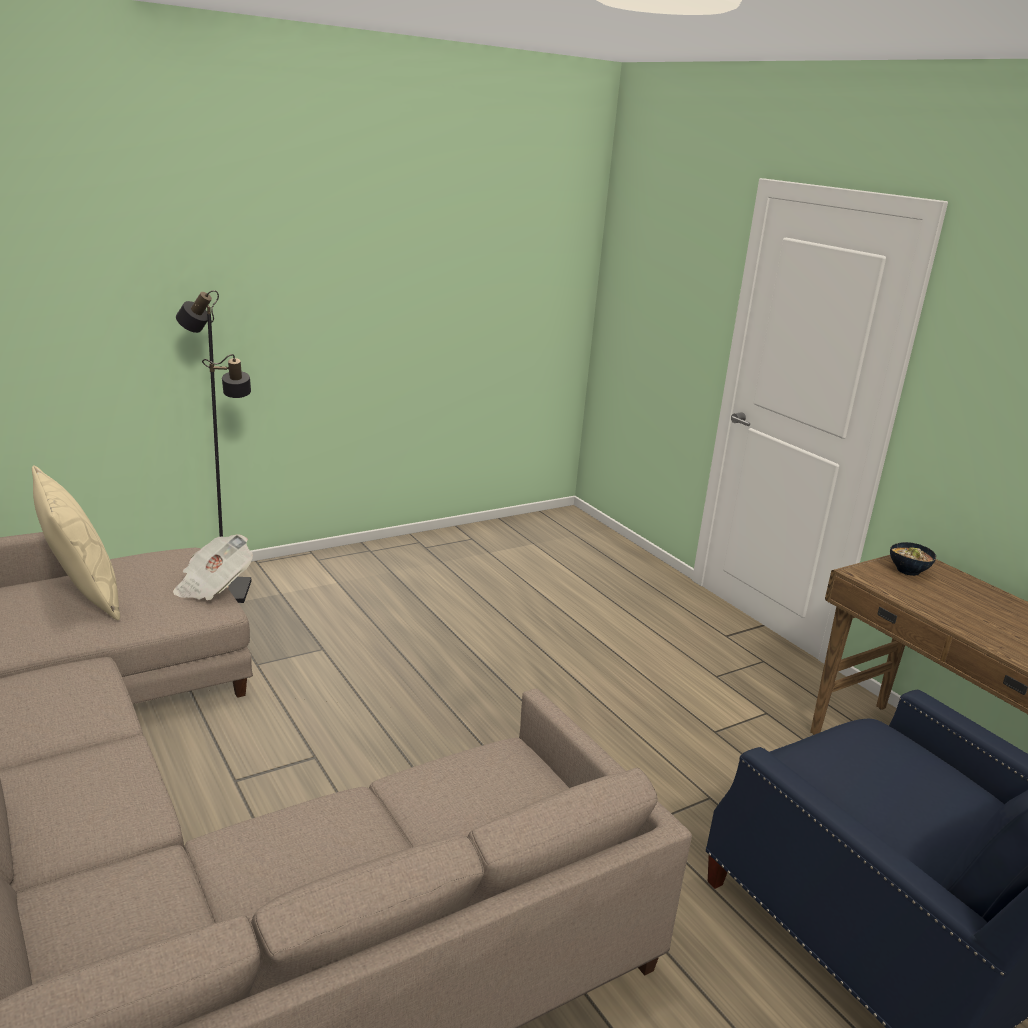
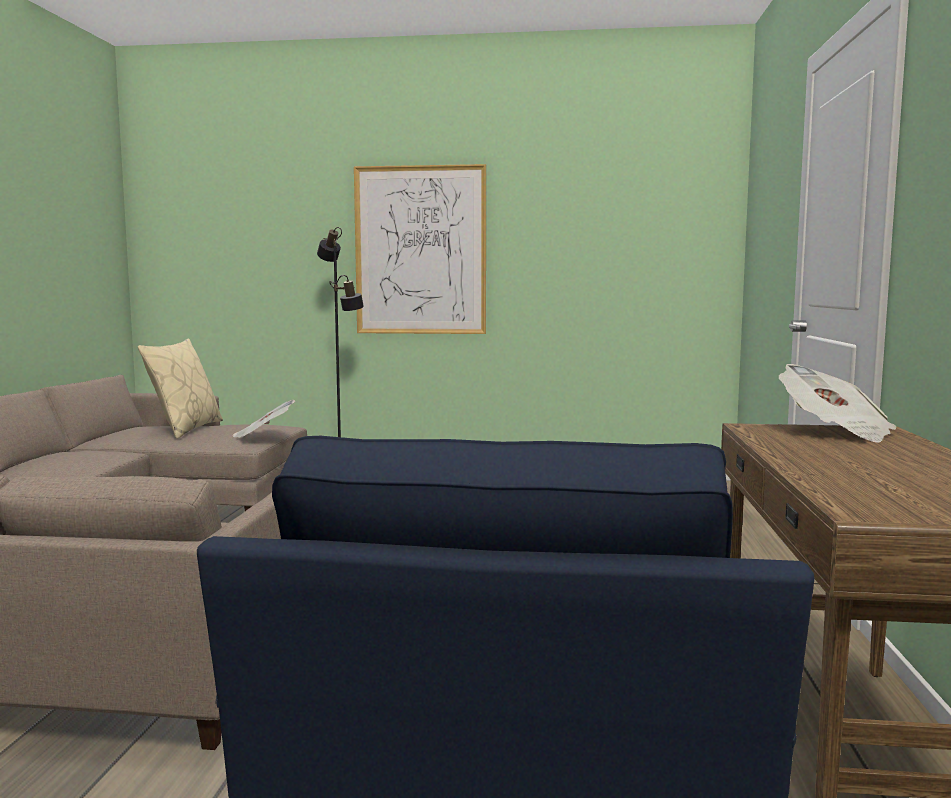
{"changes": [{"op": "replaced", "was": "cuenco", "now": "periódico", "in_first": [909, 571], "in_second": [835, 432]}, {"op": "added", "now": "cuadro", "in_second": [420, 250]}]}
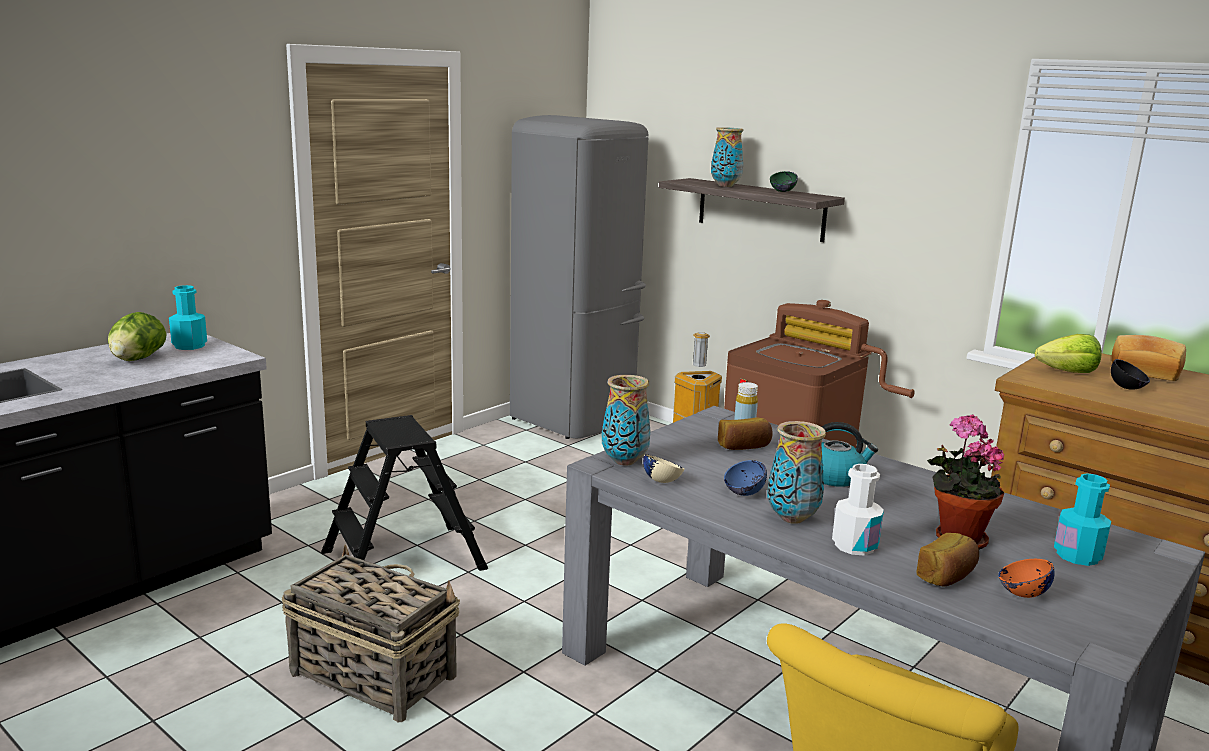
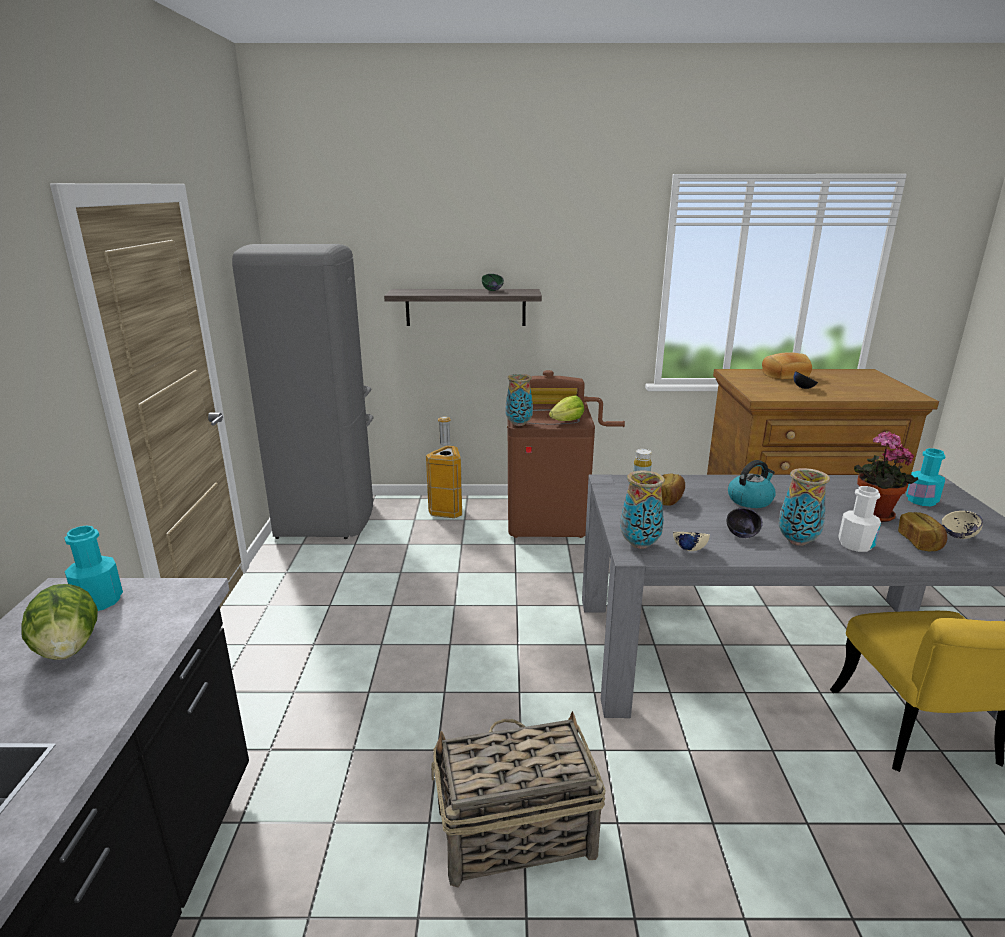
{"changes": [{"op": "removed", "was": "escalera de tijera/negro", "in_first": [404, 560]}, {"op": "moved", "was": "florero", "in_first": [725, 186], "in_second": [518, 424]}, {"op": "recoloured", "was": "cuenco/azul", "now": "cuenco/negro", "in_first": [743, 493], "in_second": [742, 535]}, {"op": "recoloured", "was": "cuenco/naranja", "now": "cuenco/beis", "in_first": [1022, 594], "in_second": [958, 536]}, {"op": "moved", "was": "lechuga", "in_first": [1068, 372], "in_second": [567, 421]}]}
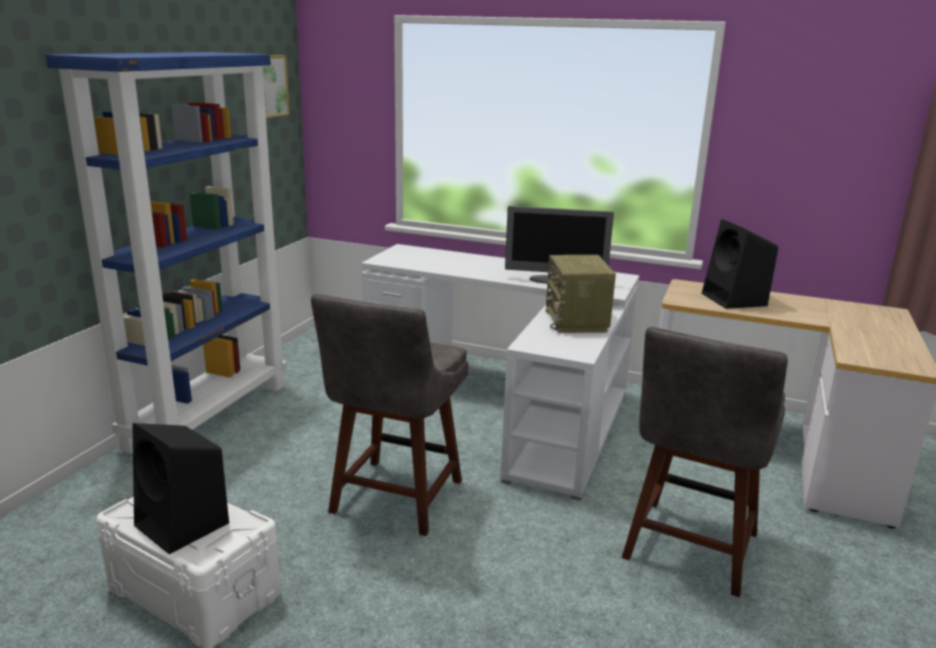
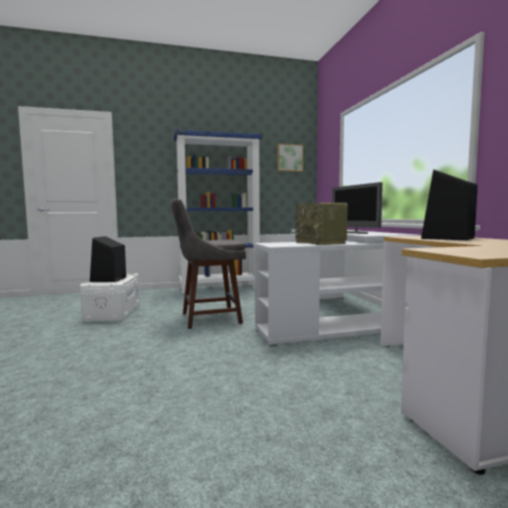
{"changes": [{"op": "turned", "was": "radio", "in_first": [577, 321], "in_second": [321, 243], "clockwise": -75}, {"op": "removed", "was": "taburete/gris", "in_first": [689, 549]}]}
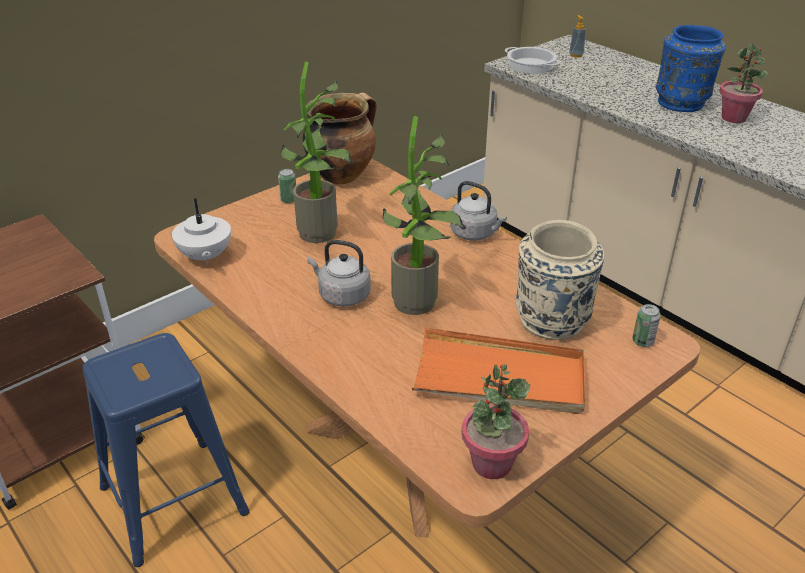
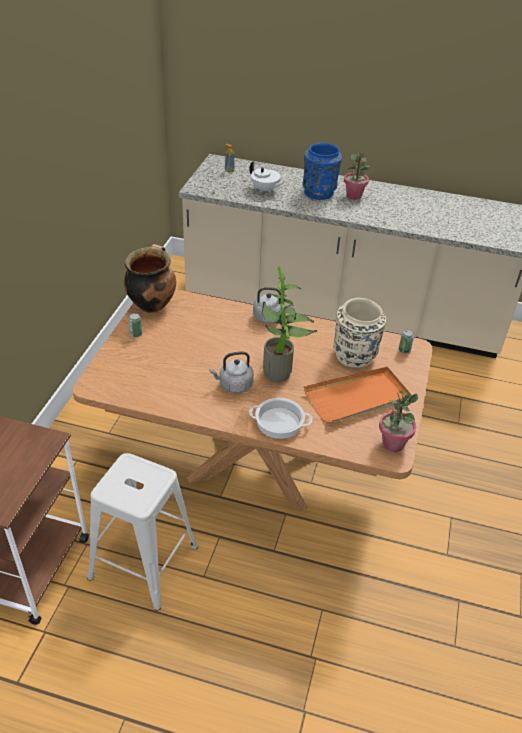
{"changes": [{"op": "recoloured", "was": "taburete/azul", "now": "taburete/blanco", "in_first": [173, 499], "in_second": [143, 562]}, {"op": "moved", "was": "tetera/blanco", "in_first": [205, 257], "in_second": [265, 190]}, {"op": "removed", "was": "planta en maceta", "in_first": [322, 235]}, {"op": "moved", "was": "olla", "in_first": [530, 65], "in_second": [279, 422]}]}
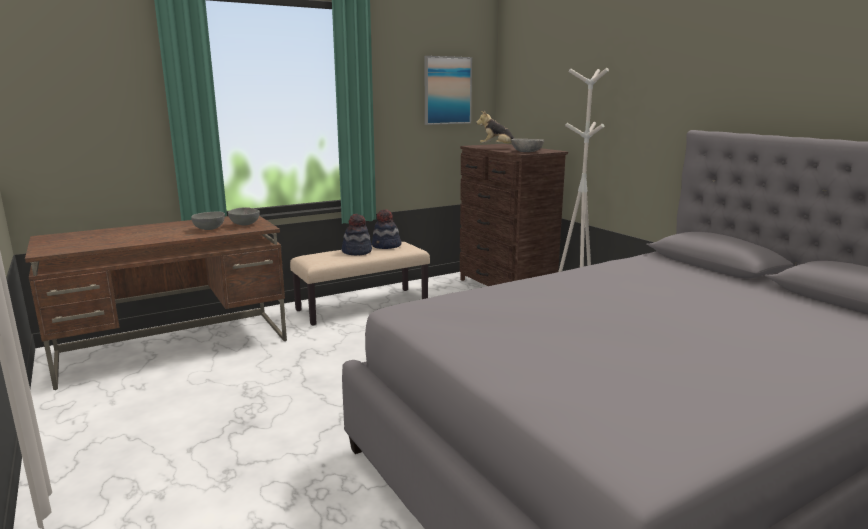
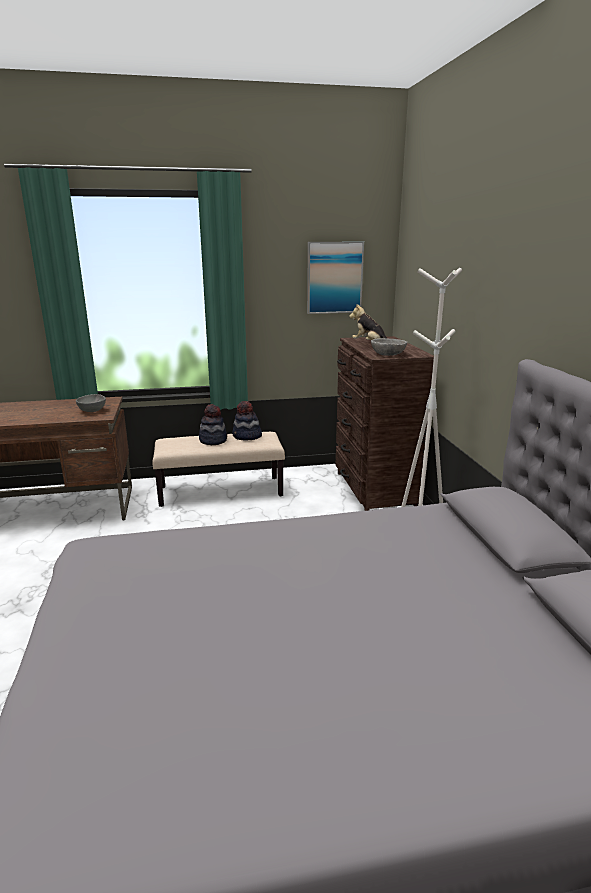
{"changes": [{"op": "removed", "was": "cuenco/gris", "in_first": [210, 229]}]}
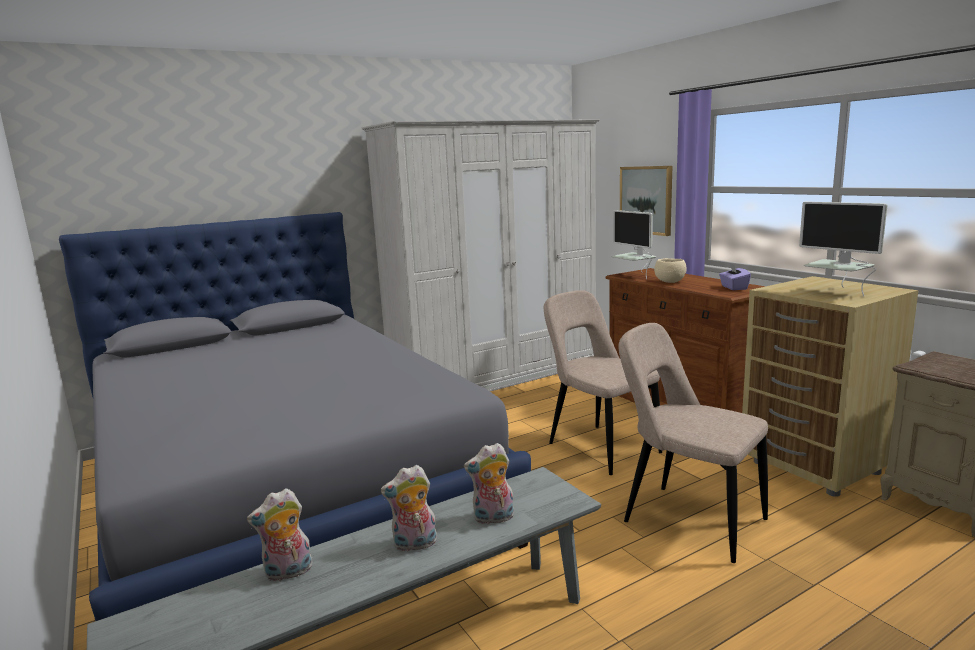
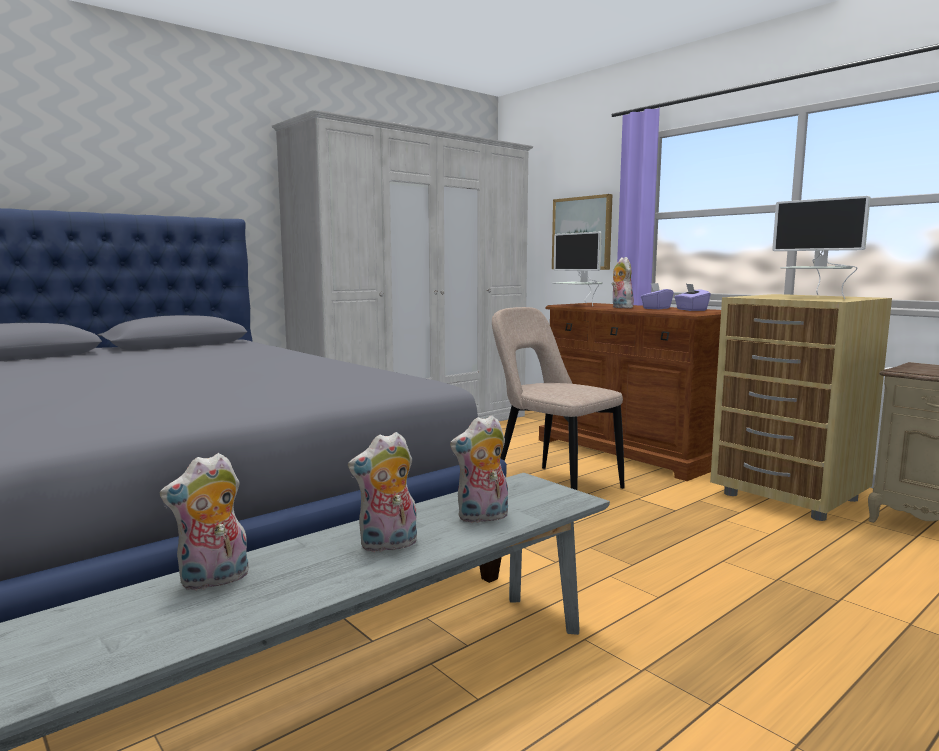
{"changes": [{"op": "removed", "was": "silla/beis", "in_first": [687, 519]}, {"op": "replaced", "was": "cuenco/beis", "now": "peluche", "in_first": [670, 282], "in_second": [620, 307]}, {"op": "added", "now": "caja de pañuelos/morado", "in_second": [656, 308]}]}
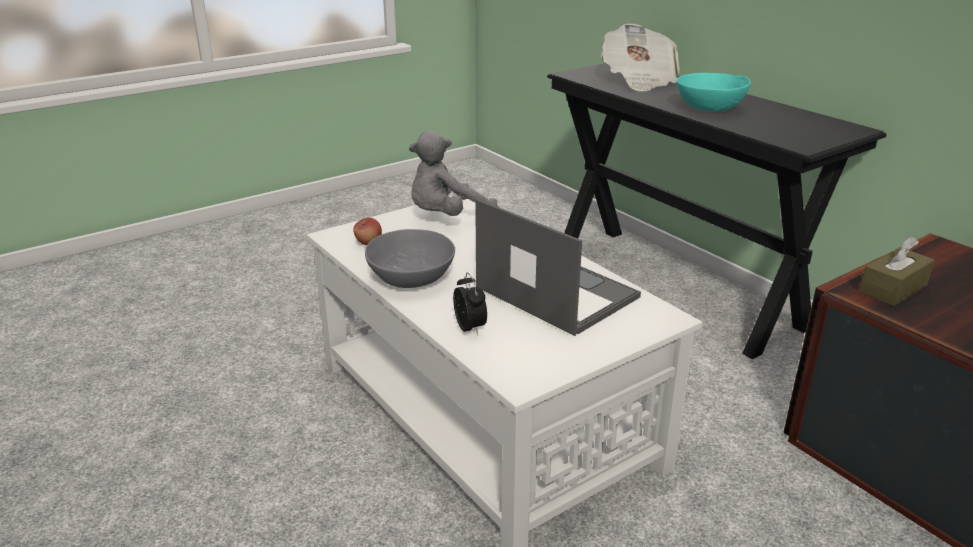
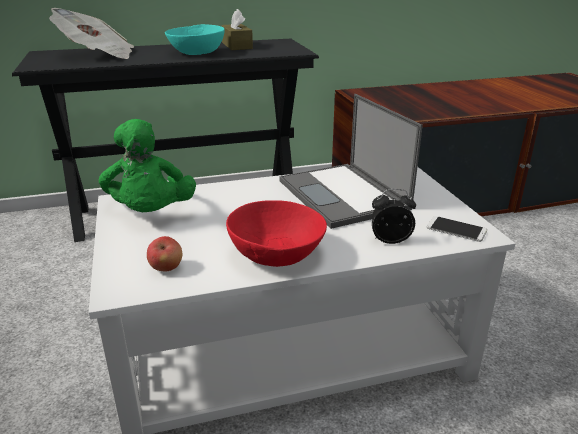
{"changes": [{"op": "recoloured", "was": "cuenco/gris", "now": "cuenco/rojo", "in_first": [412, 279], "in_second": [276, 254]}, {"op": "recoloured", "was": "peluche/gris", "now": "peluche/verde", "in_first": [447, 217], "in_second": [150, 213]}, {"op": "turned", "was": "portátil", "in_first": [554, 292], "in_second": [344, 195], "clockwise": -90}, {"op": "moved", "was": "caja de pañuelos/marrón", "in_first": [893, 289], "in_second": [237, 46]}, {"op": "added", "now": "móvil", "in_second": [456, 229]}]}
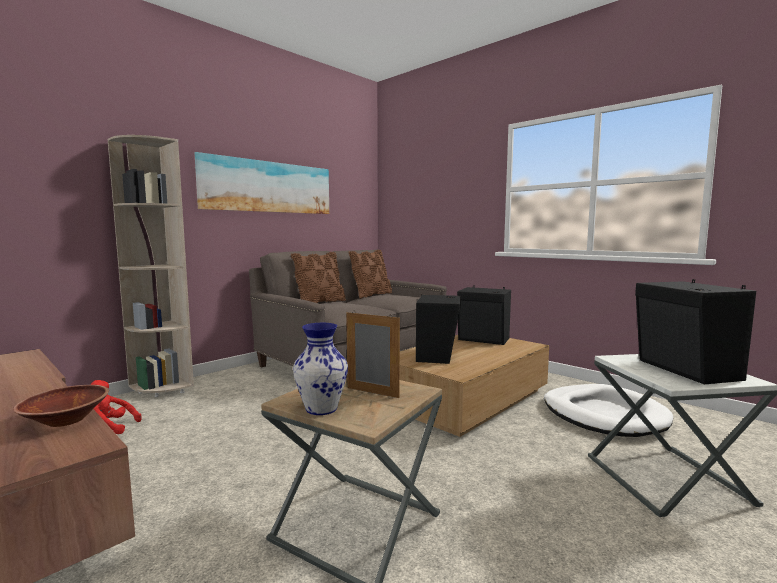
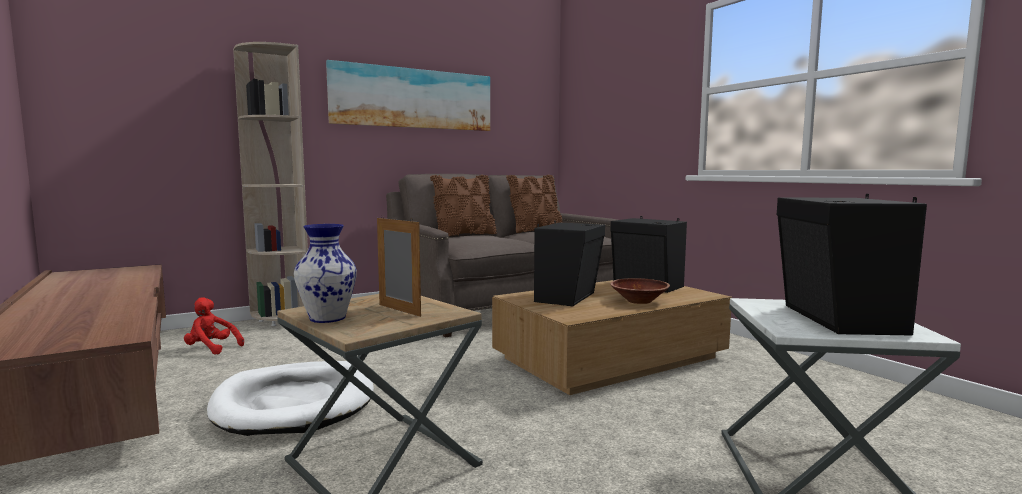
{"changes": [{"op": "moved", "was": "cuenco/marrón", "in_first": [66, 420], "in_second": [639, 301]}, {"op": "moved", "was": "cama para perro/blanco", "in_first": [603, 414], "in_second": [295, 403]}]}
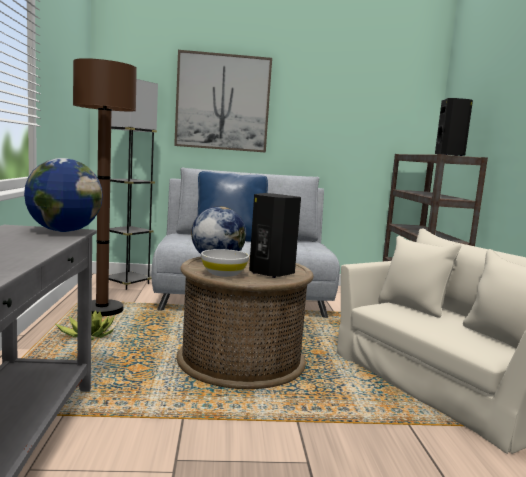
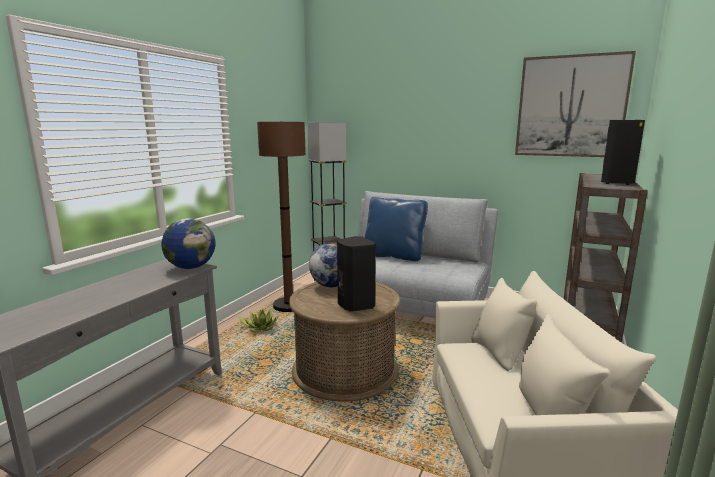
{"changes": [{"op": "moved", "was": "cuadro", "in_first": [222, 102], "in_second": [570, 106]}, {"op": "removed", "was": "cuenco/blanco", "in_first": [224, 273]}]}
